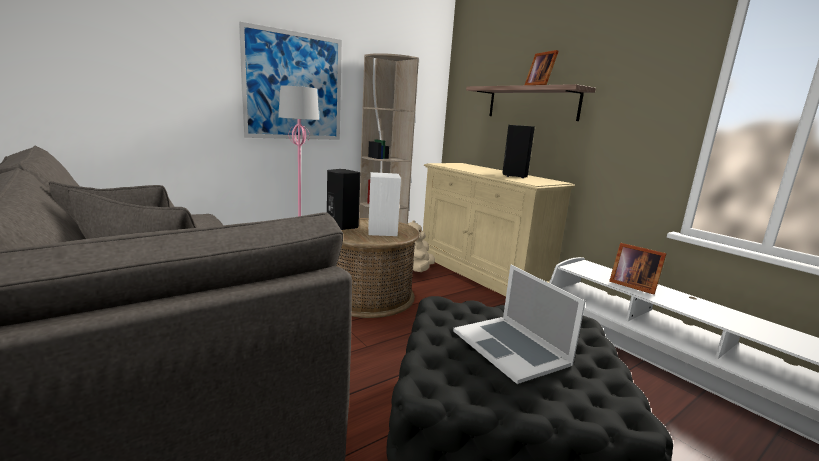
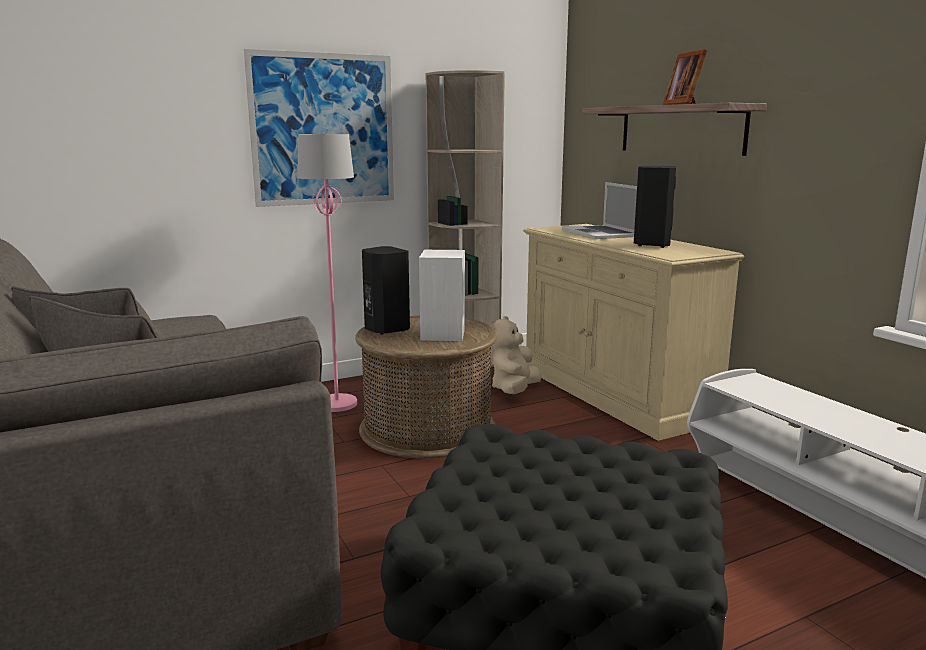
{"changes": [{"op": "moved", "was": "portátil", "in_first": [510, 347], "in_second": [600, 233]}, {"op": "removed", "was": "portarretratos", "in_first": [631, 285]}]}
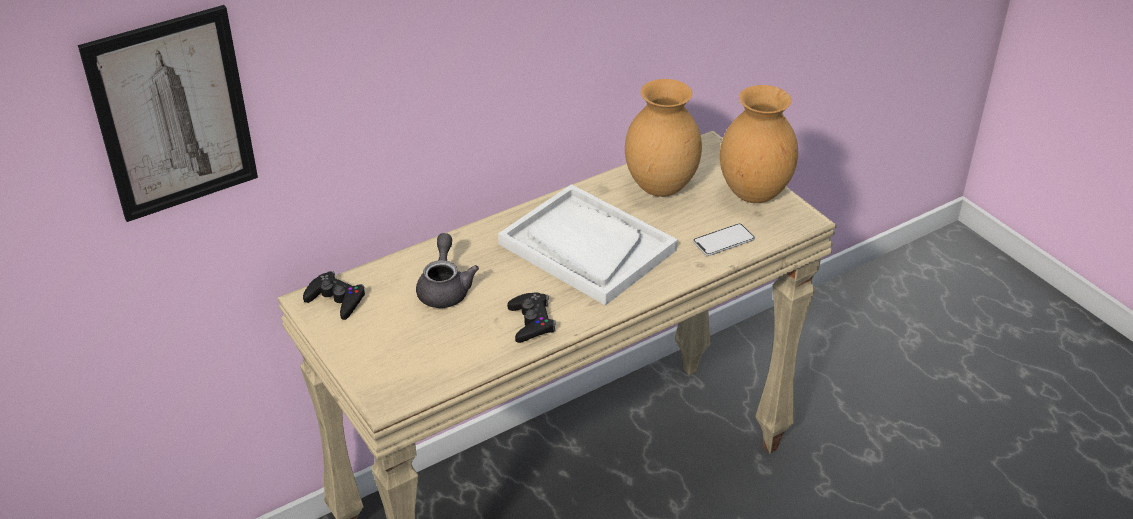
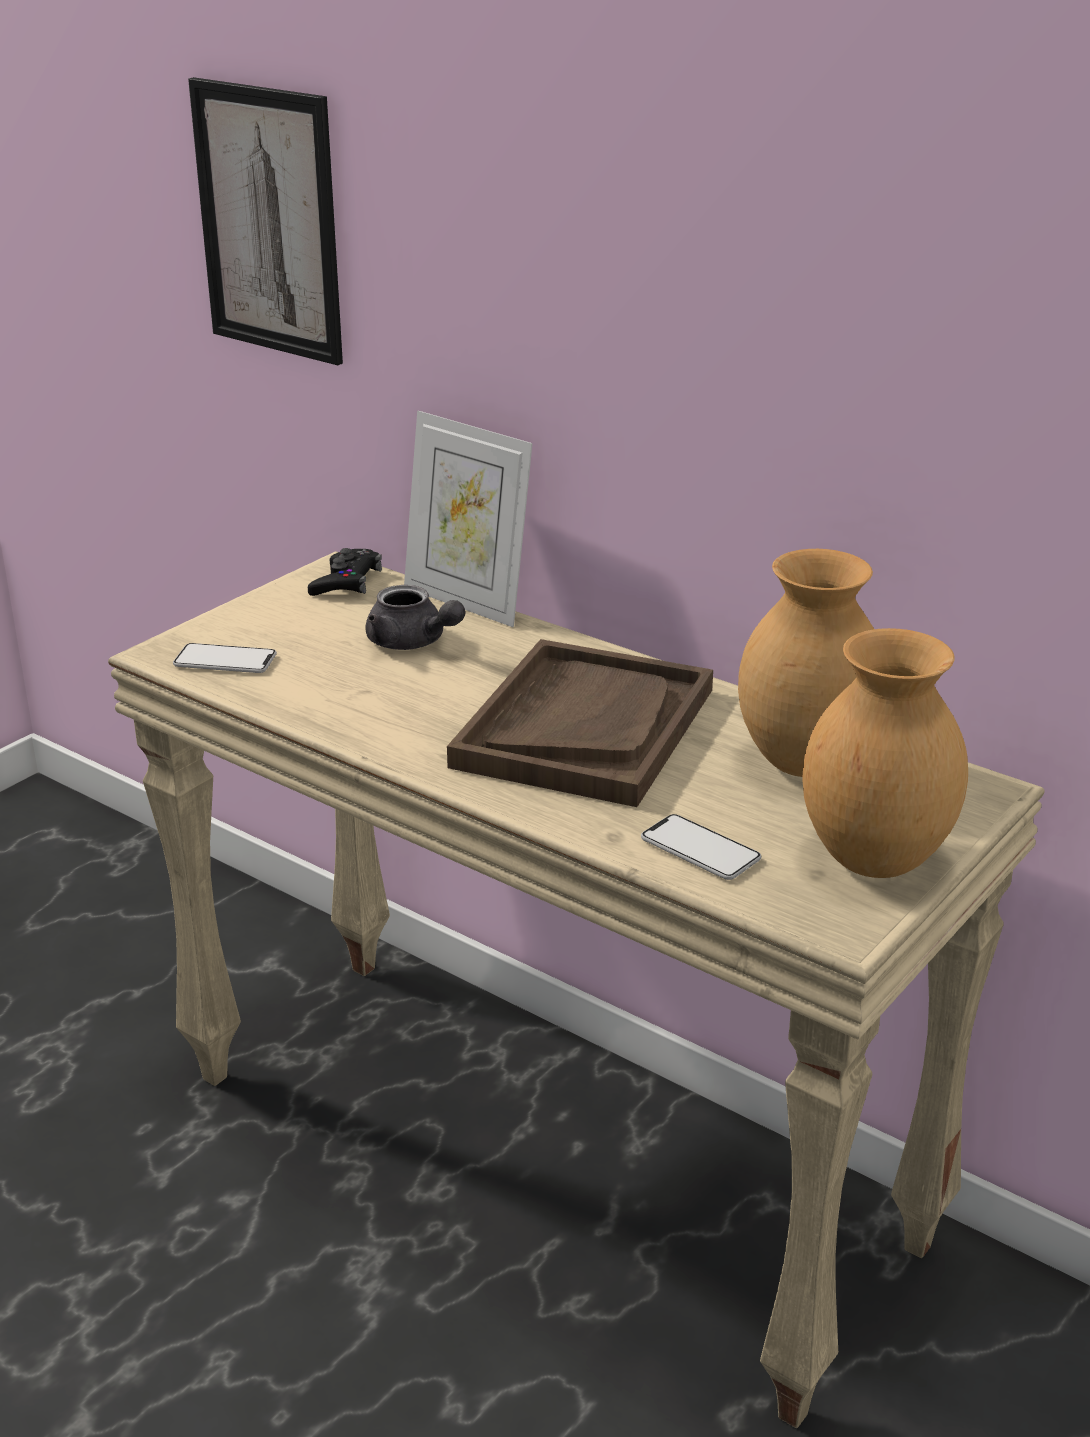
{"changes": [{"op": "turned", "was": "tetera/gris", "in_first": [445, 288], "in_second": [412, 643], "clockwise": 60}, {"op": "recoloured", "was": "bandeja/blanco", "now": "bandeja/marrón", "in_first": [586, 247], "in_second": [584, 727]}, {"op": "removed", "was": "mando de consola/negro", "in_first": [531, 322]}, {"op": "added", "now": "móvil", "in_second": [225, 661]}, {"op": "added", "now": "portarretratos", "in_second": [467, 601]}]}
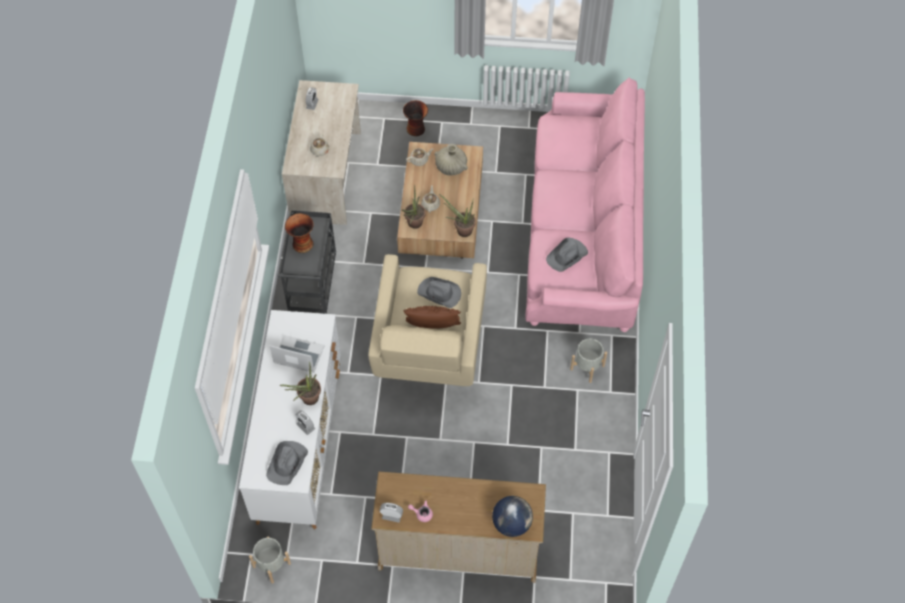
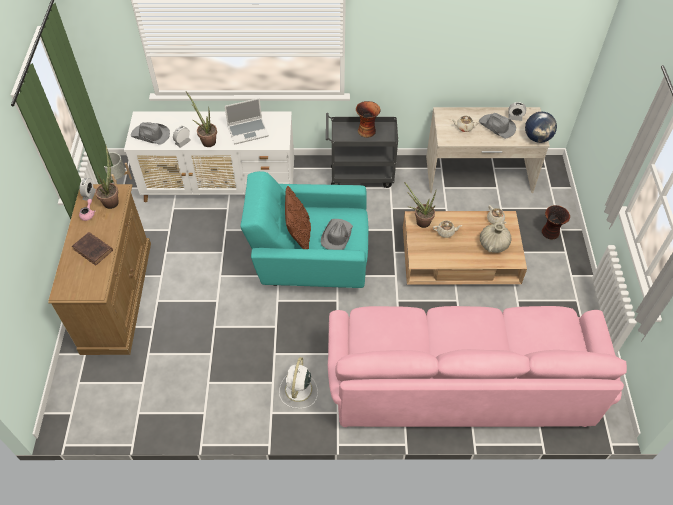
{"changes": [{"op": "turned", "was": "portátil", "in_first": [298, 355], "in_second": [248, 131], "clockwise": 60}, {"op": "recoloured", "was": "sillón/beis", "now": "sillón/turquesa", "in_first": [429, 348], "in_second": [310, 261]}, {"op": "moved", "was": "planta en maceta", "in_first": [461, 230], "in_second": [112, 200]}, {"op": "moved", "was": "globo terráqueo", "in_first": [511, 523], "in_second": [537, 138]}, {"op": "moved", "was": "sombrero/gris", "in_first": [567, 256], "in_second": [497, 127]}, {"op": "replaced", "was": "maceta/gris", "now": "ventilador/blanco", "in_first": [587, 367], "in_second": [298, 390]}, {"op": "added", "now": "libro/marrón", "in_second": [93, 250]}]}
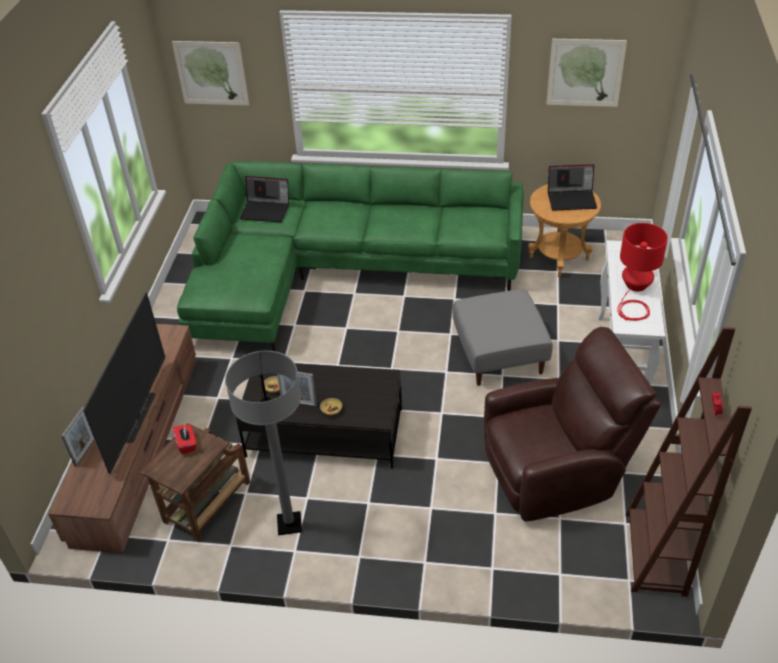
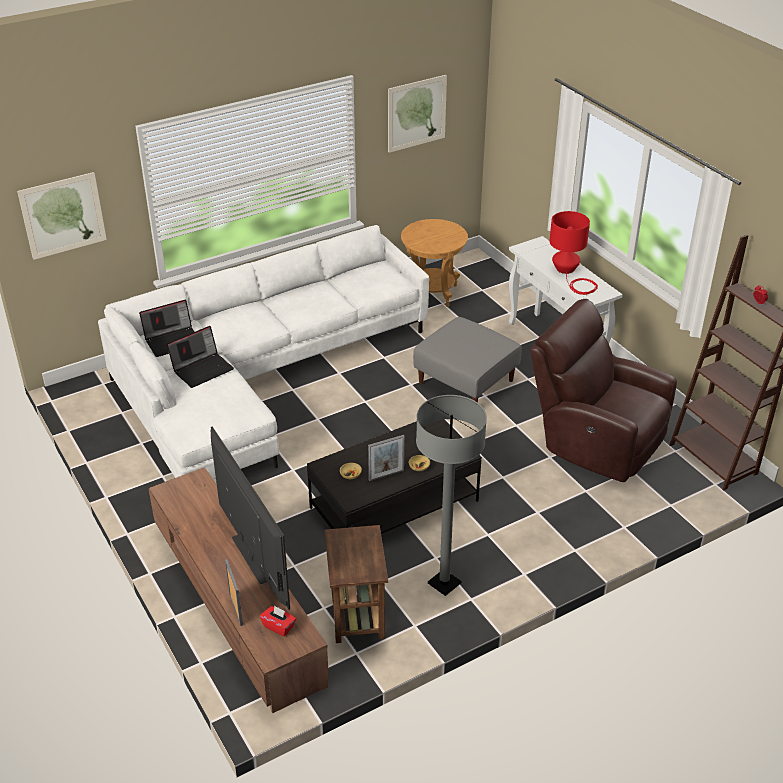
{"changes": [{"op": "moved", "was": "caja de pañuelos/rojo", "in_first": [186, 444], "in_second": [279, 626]}, {"op": "recoloured", "was": "sofá/verde", "now": "sofá/blanco", "in_first": [340, 270], "in_second": [258, 377]}, {"op": "turned", "was": "sillón/marrón", "in_first": [557, 471], "in_second": [596, 441], "clockwise": -90}, {"op": "moved", "was": "portátil", "in_first": [572, 199], "in_second": [202, 369]}]}
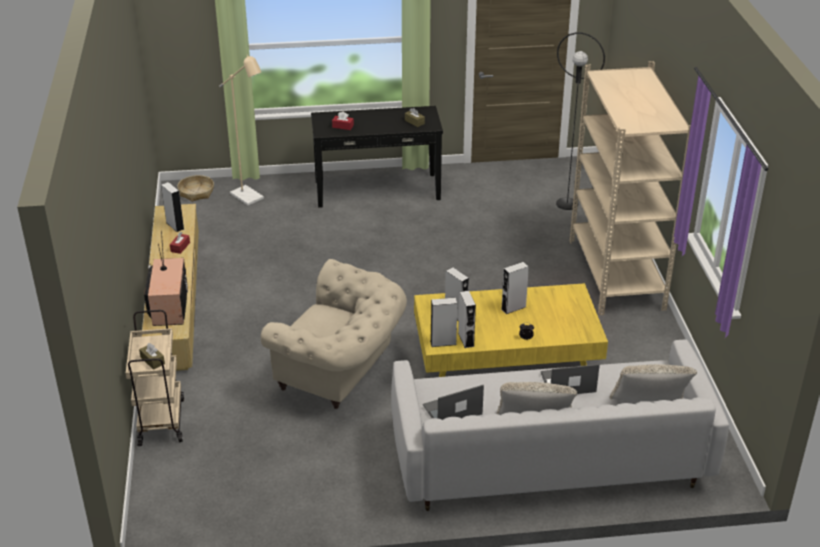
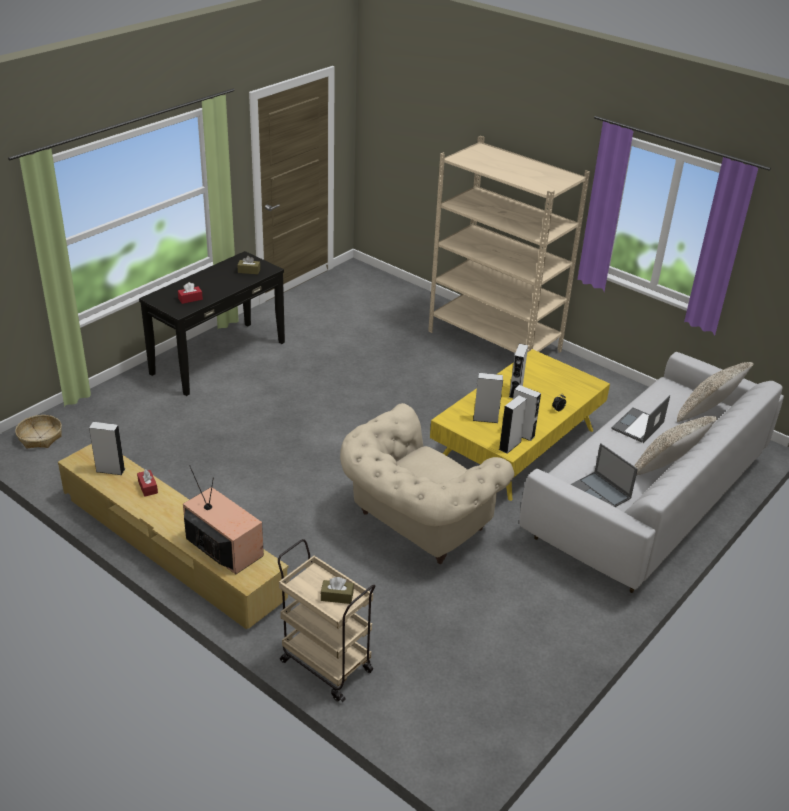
{"changes": [{"op": "removed", "was": "lámpara de pie/beis", "in_first": [250, 198]}, {"op": "turned", "was": "sillón/beis", "in_first": [341, 374], "in_second": [415, 526], "clockwise": 150}, {"op": "turned", "was": "portátil", "in_first": [452, 410], "in_second": [601, 492], "clockwise": -60}, {"op": "removed", "was": "lámpara de pie/negro", "in_first": [567, 204]}]}
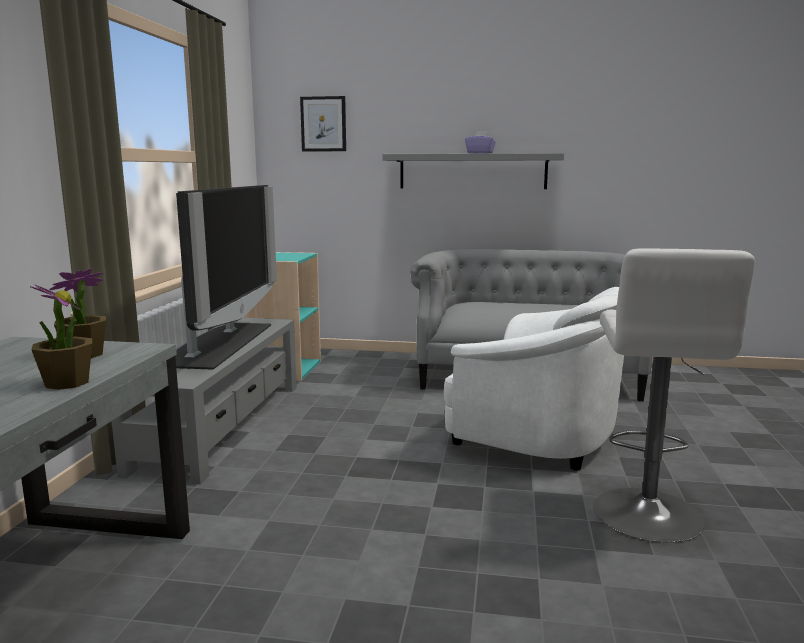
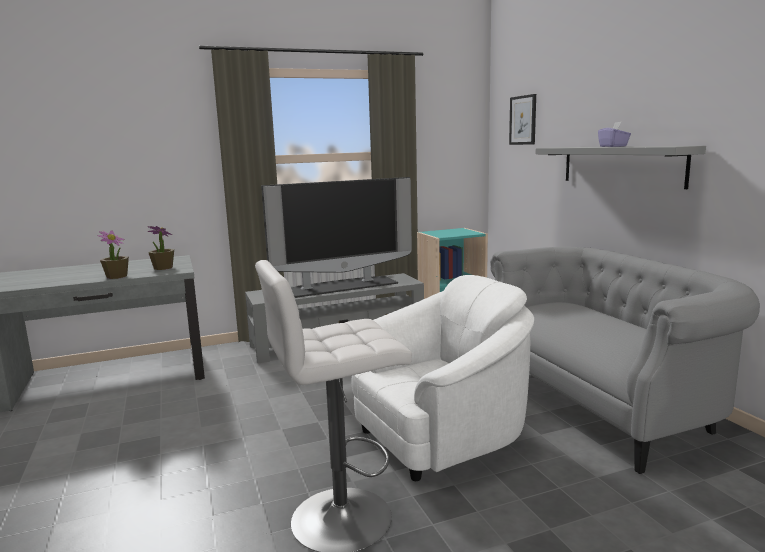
{"changes": [{"op": "turned", "was": "sillón/blanco", "in_first": [533, 439], "in_second": [441, 437], "clockwise": -120}]}
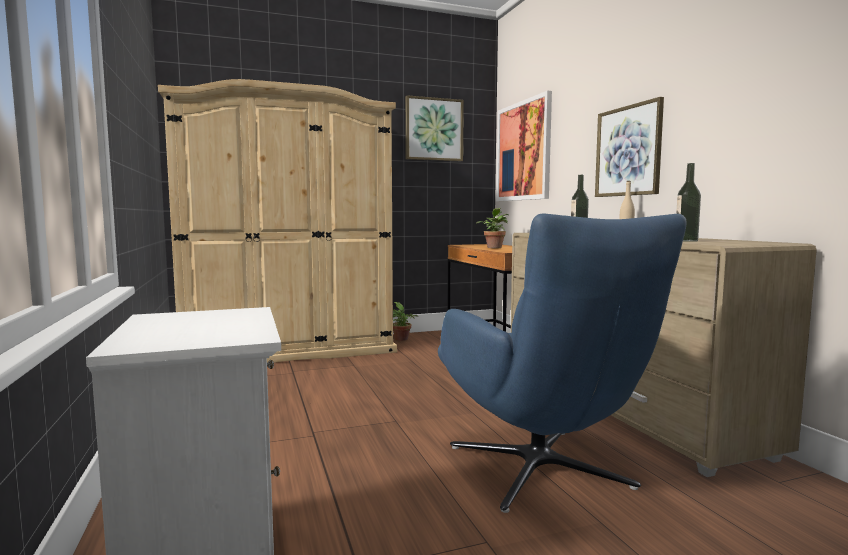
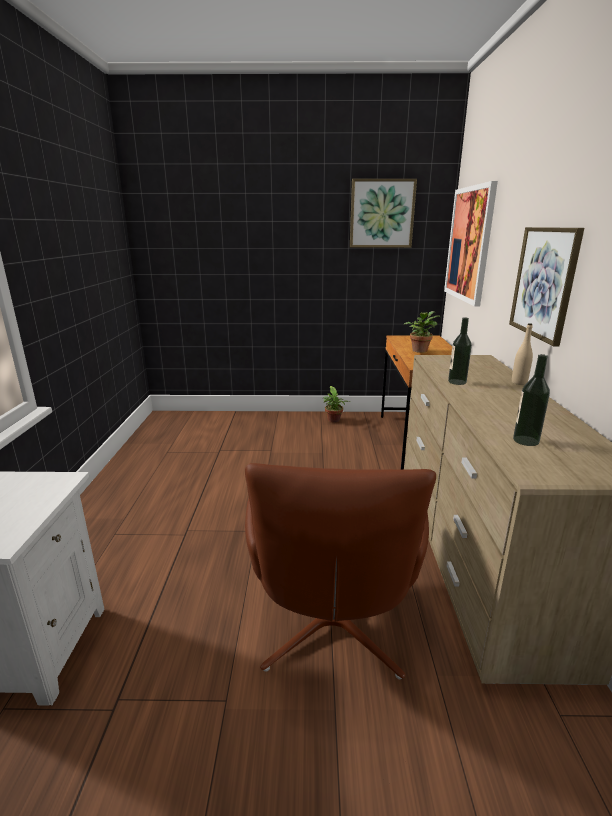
{"changes": [{"op": "removed", "was": "armario ropero/beis", "in_first": [290, 351]}, {"op": "recoloured", "was": "sillón/azul", "now": "sillón/marrón", "in_first": [540, 469], "in_second": [331, 625]}]}
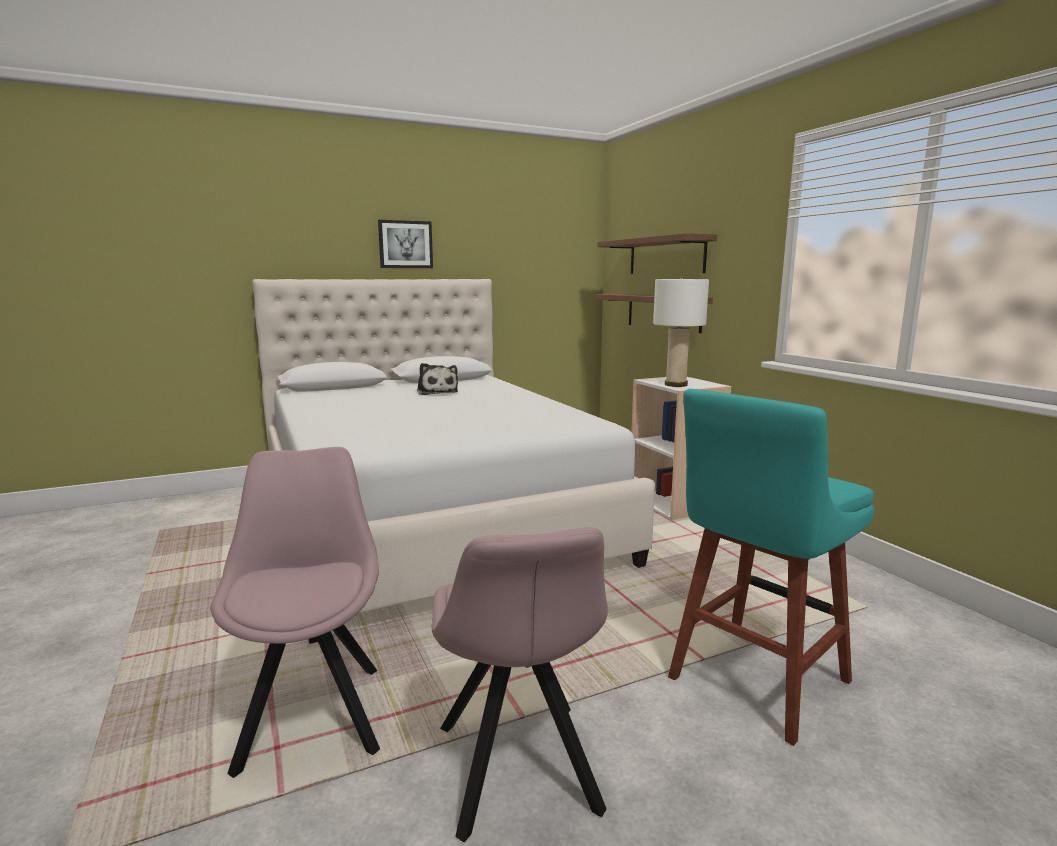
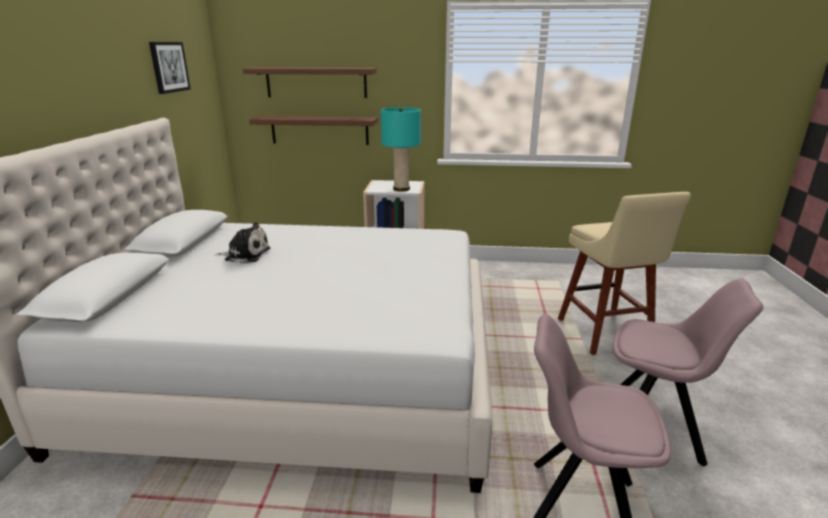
{"changes": [{"op": "moved", "was": "cuadro", "in_first": [405, 244], "in_second": [169, 67]}, {"op": "recoloured", "was": "lámpara de mesa/blanco", "now": "lámpara de mesa/turquesa", "in_first": [676, 385], "in_second": [401, 189]}, {"op": "recoloured", "was": "taburete/turquesa", "now": "taburete/beis", "in_first": [755, 680], "in_second": [604, 334]}]}
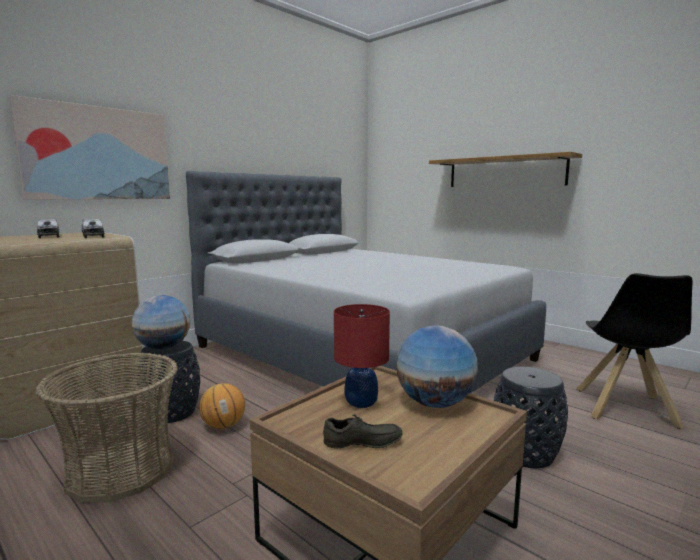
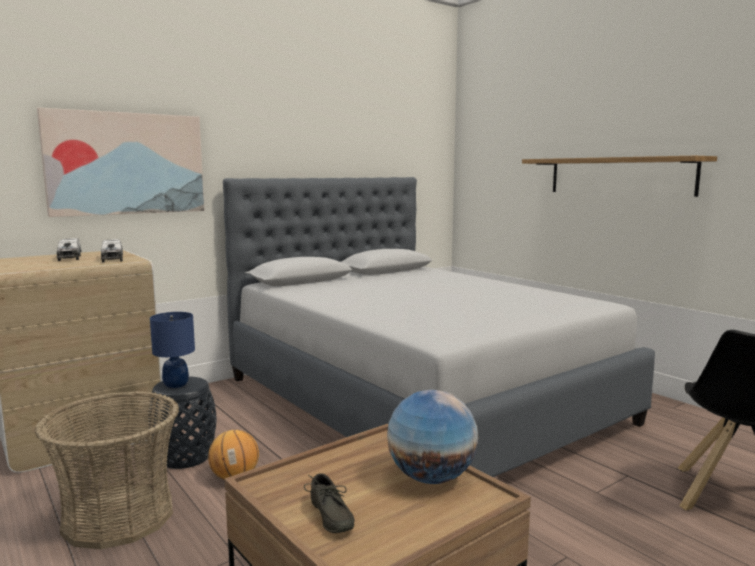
{"changes": [{"op": "replaced", "was": "globo terráqueo", "now": "lámpara de mesa/azul", "in_first": [164, 348], "in_second": [177, 386]}, {"op": "turned", "was": "zapato/gris", "in_first": [363, 444], "in_second": [328, 517], "clockwise": 60}, {"op": "removed", "was": "lámpara de mesa/rojo", "in_first": [361, 403]}, {"op": "removed", "was": "taburete/negro", "in_first": [525, 453]}]}
